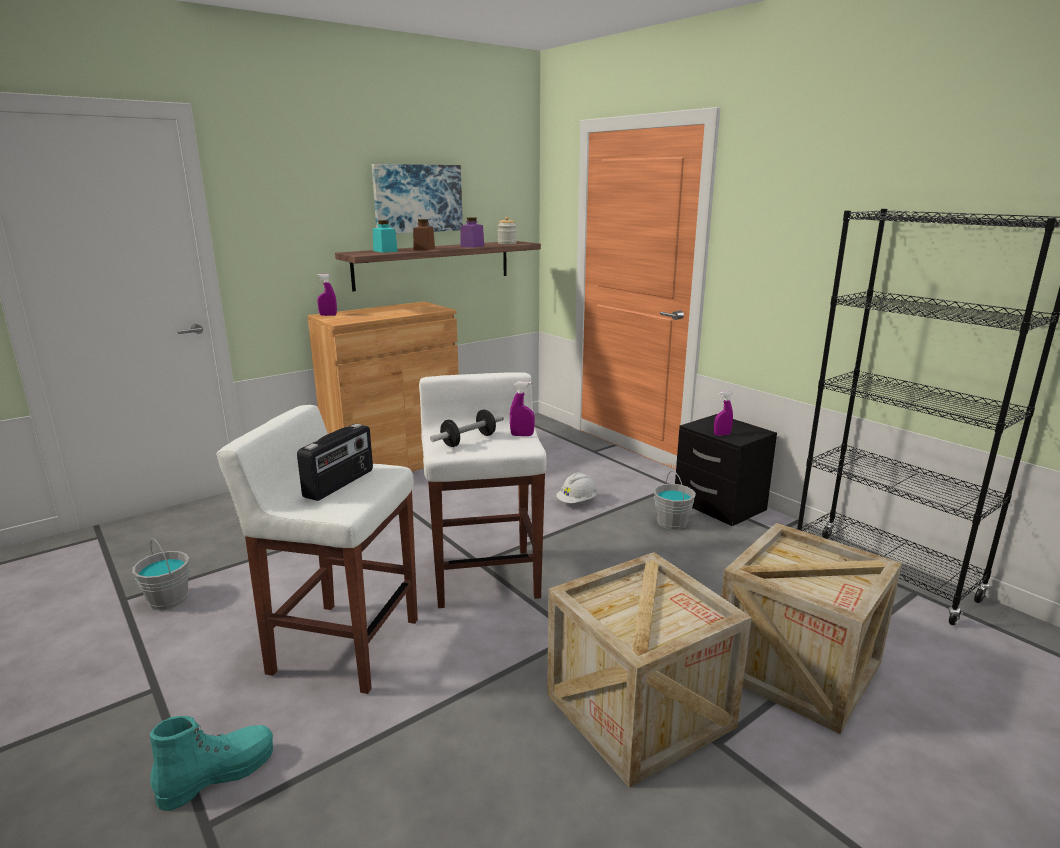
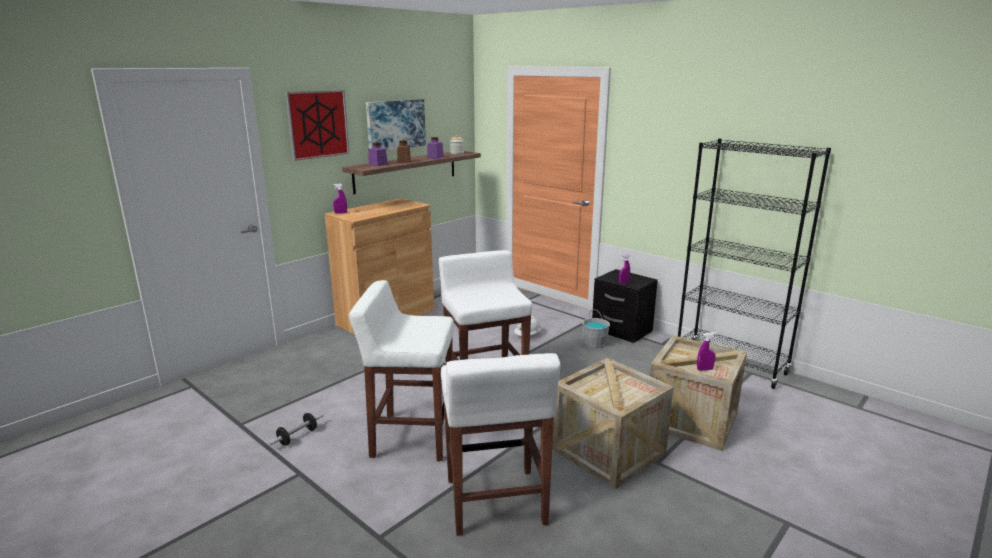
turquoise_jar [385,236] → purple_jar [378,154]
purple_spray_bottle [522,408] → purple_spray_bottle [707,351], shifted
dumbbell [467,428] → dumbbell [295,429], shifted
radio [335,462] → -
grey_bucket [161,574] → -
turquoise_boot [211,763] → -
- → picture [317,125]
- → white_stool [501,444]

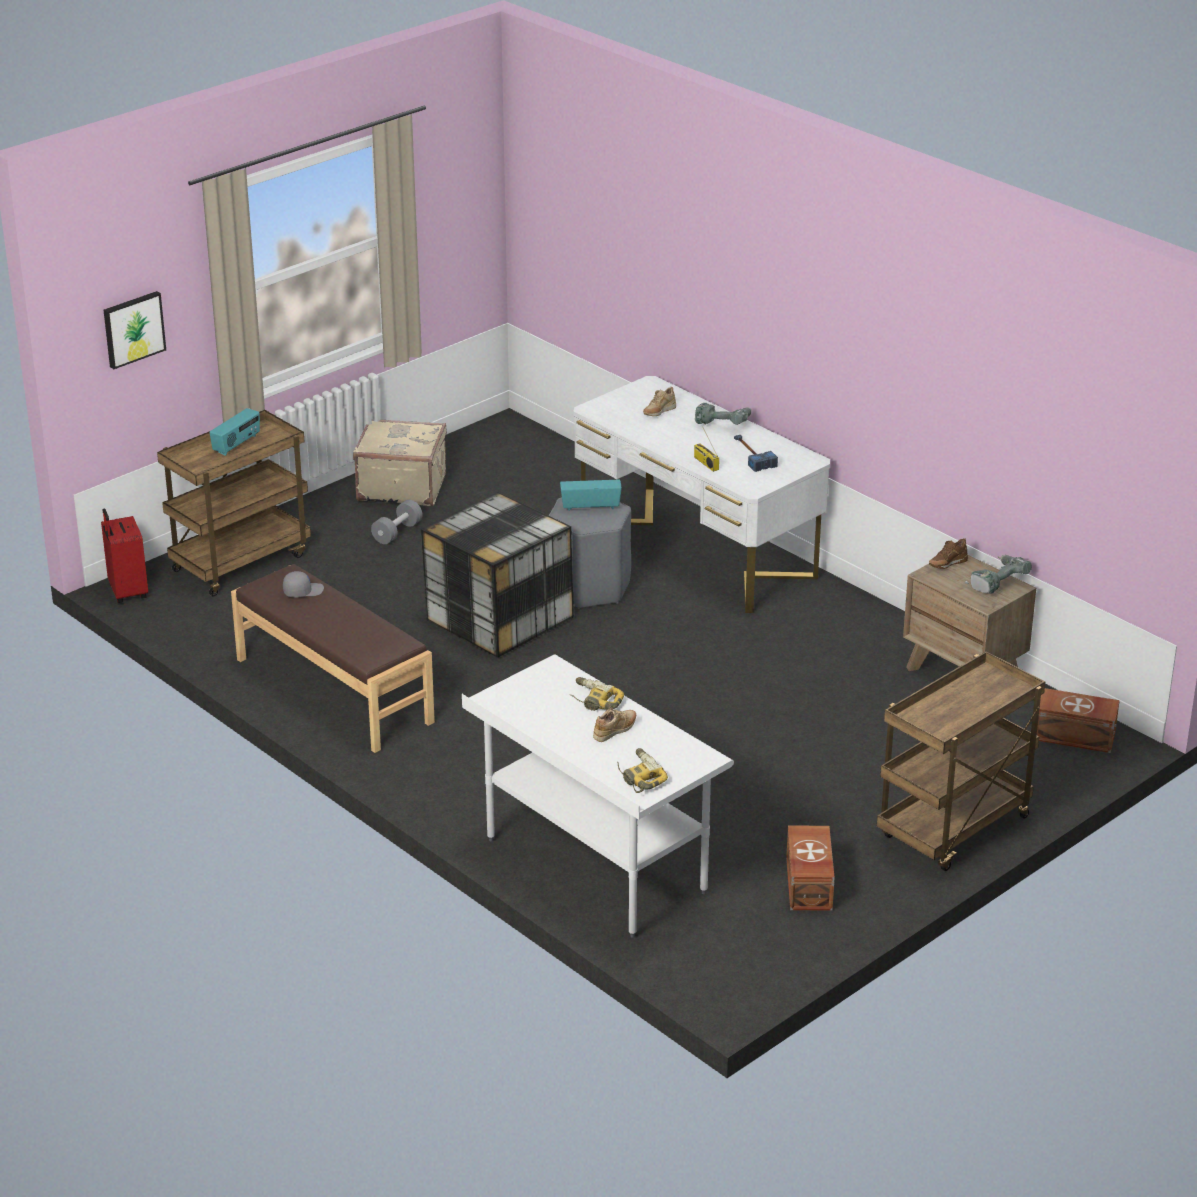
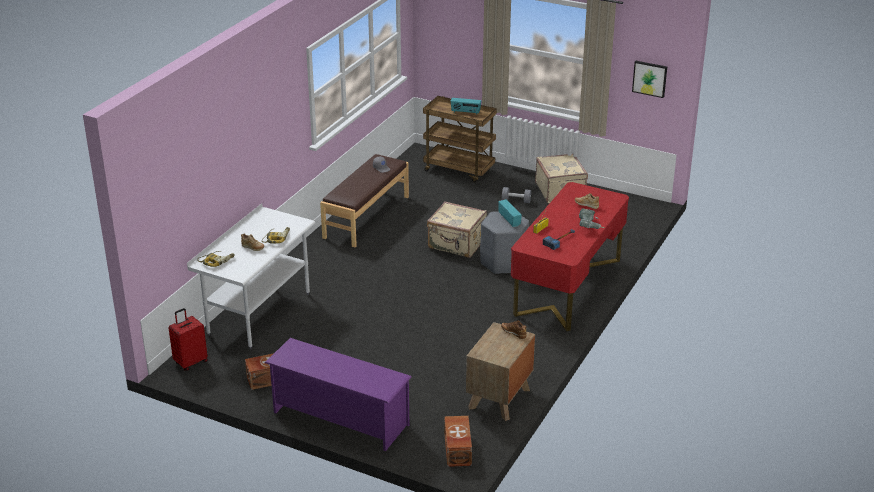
picture [135,330] → picture [649,79], shifted
white_desk [701,494] → red_desk [570,256]
storage_box [497,575] → beige_suitcase [457,229]
red_suitcase [124,556] → red_suitcase [188,339], shifted
power_drill [998,574] → -
brown_cart [961,761] → purple_shoe_rack [338,394]

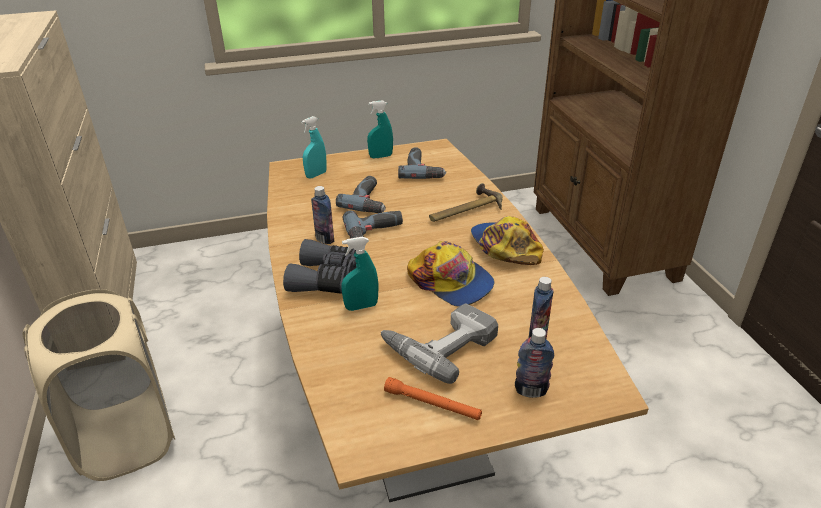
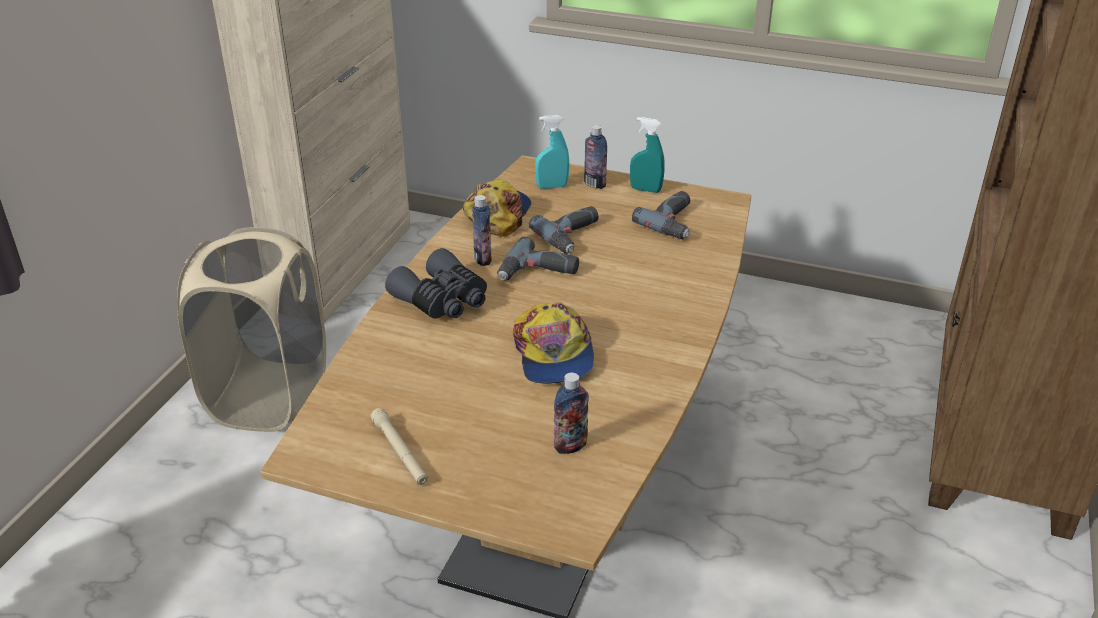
hammer [465,202] → -
cap [507,240] → cap [497,208], shifted
turquoise_spray_bottle [359,274] → -
power_drill [439,344] → -
bottle [534,363] → bottle [595,157], shifted
orange_flashlight [433,398] → beige_flashlight [399,446]

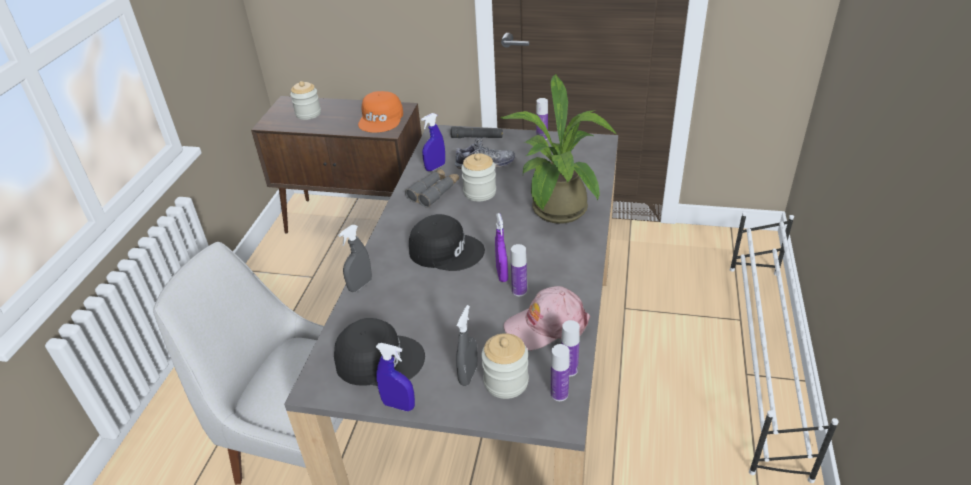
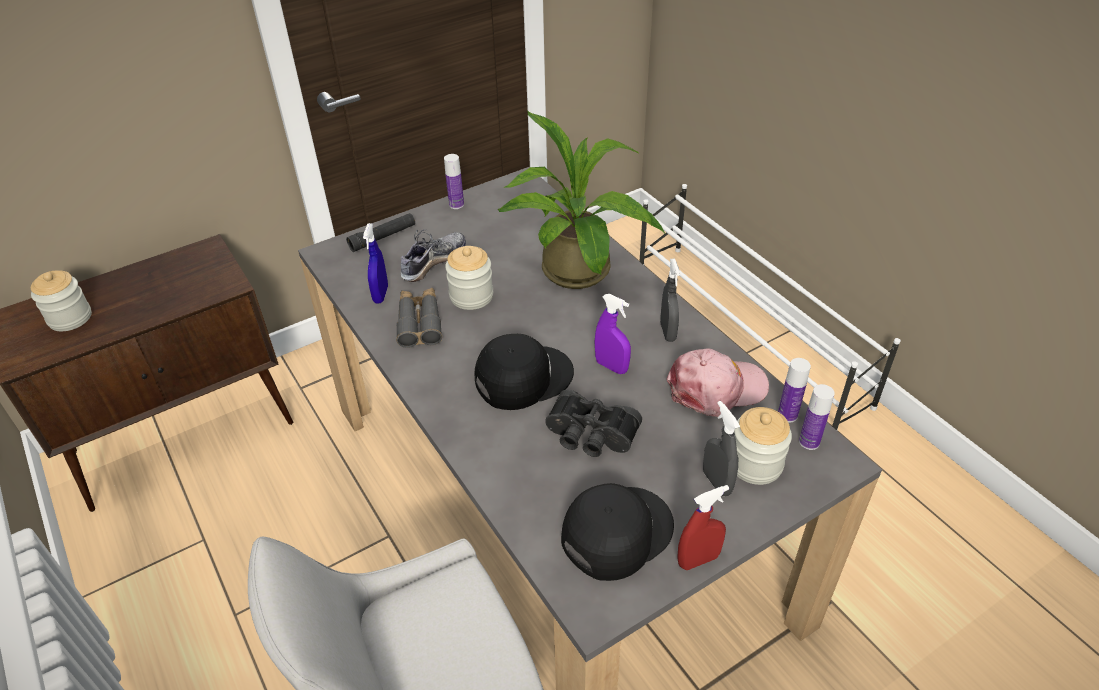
orange_cap [380,112] → -
grey_spray_bottle [355,258] → grey_spray_bottle [670,300], shifted
bottle [519,270] → -
pink_cap [547,318] → pink_cap [717,382], 135 degrees counterclockwise
blue_spray_bottle [395,377] → red_spray_bottle [703,527]
- → black_binoculars [593,423]

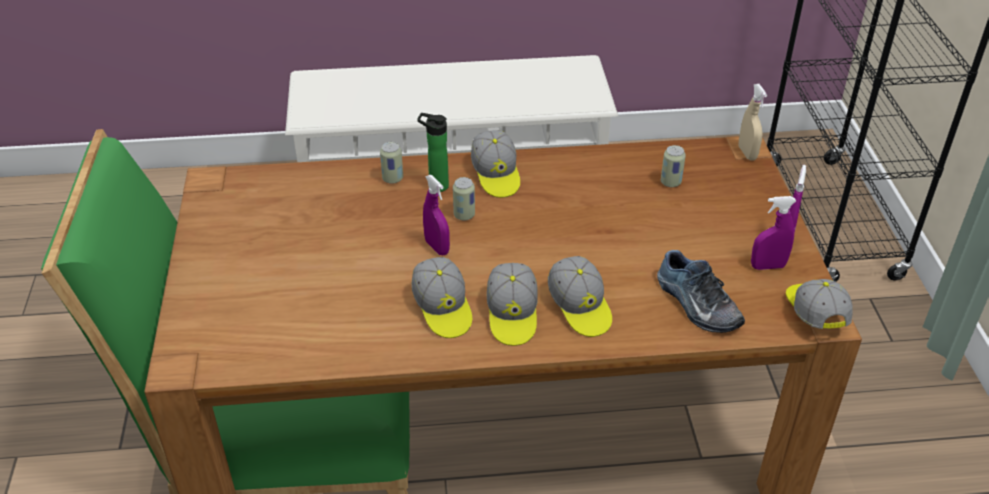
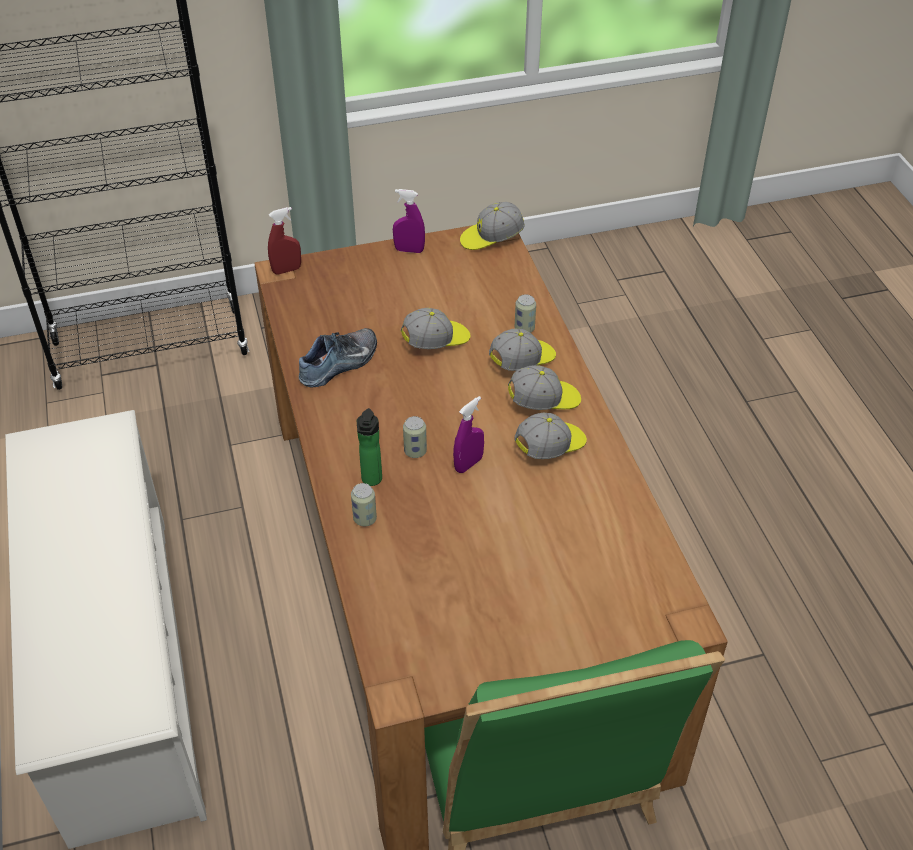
beige_spray_bottle [752,122] → red_spray_bottle [284,241]
cap [495,164] → cap [436,328], shifted
can [673,166] → can [525,313], shifted
purple_spray_bottle [773,233] → -
shoe [701,291] → shoe [338,358], shifted

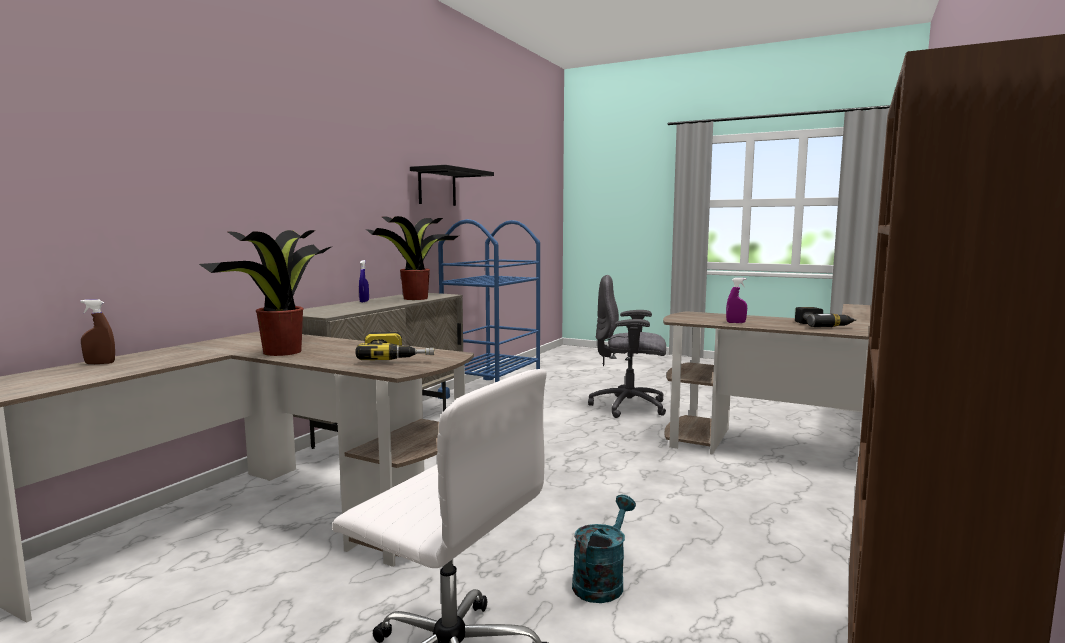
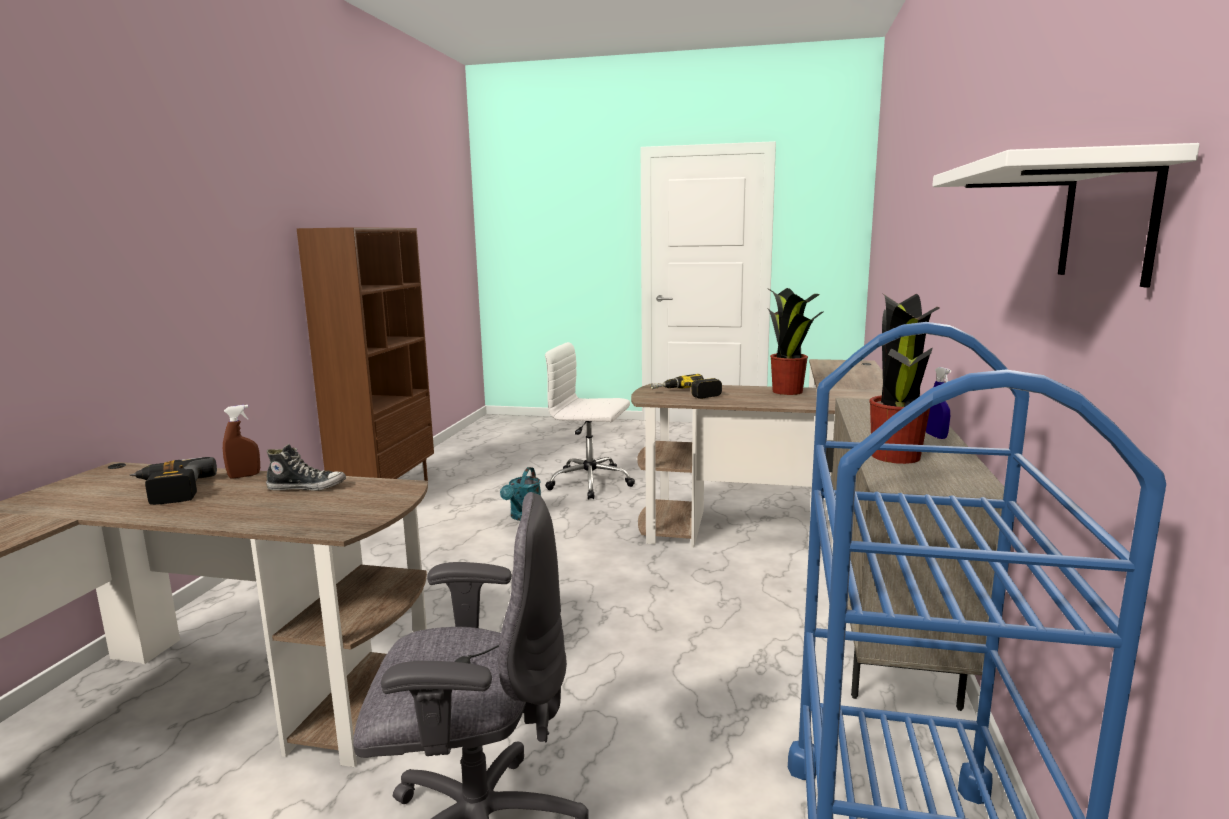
black_shelf [452,185] → white_shelf [1066,215]
purple_spray_bottle [736,300] → shoe [306,467]
brown_spray_bottle [97,332] → brown_spray_bottle [241,442], shifted

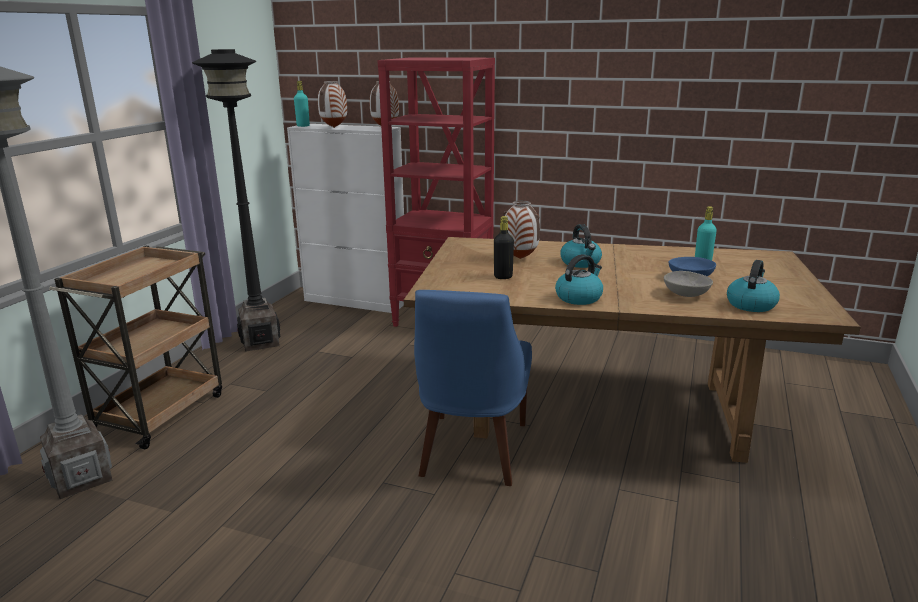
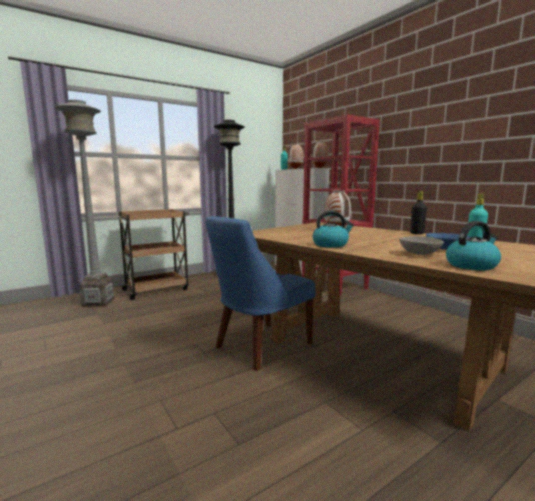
black_bottle [504,247] → black_bottle [418,212], shifted
kettle [581,246] → -

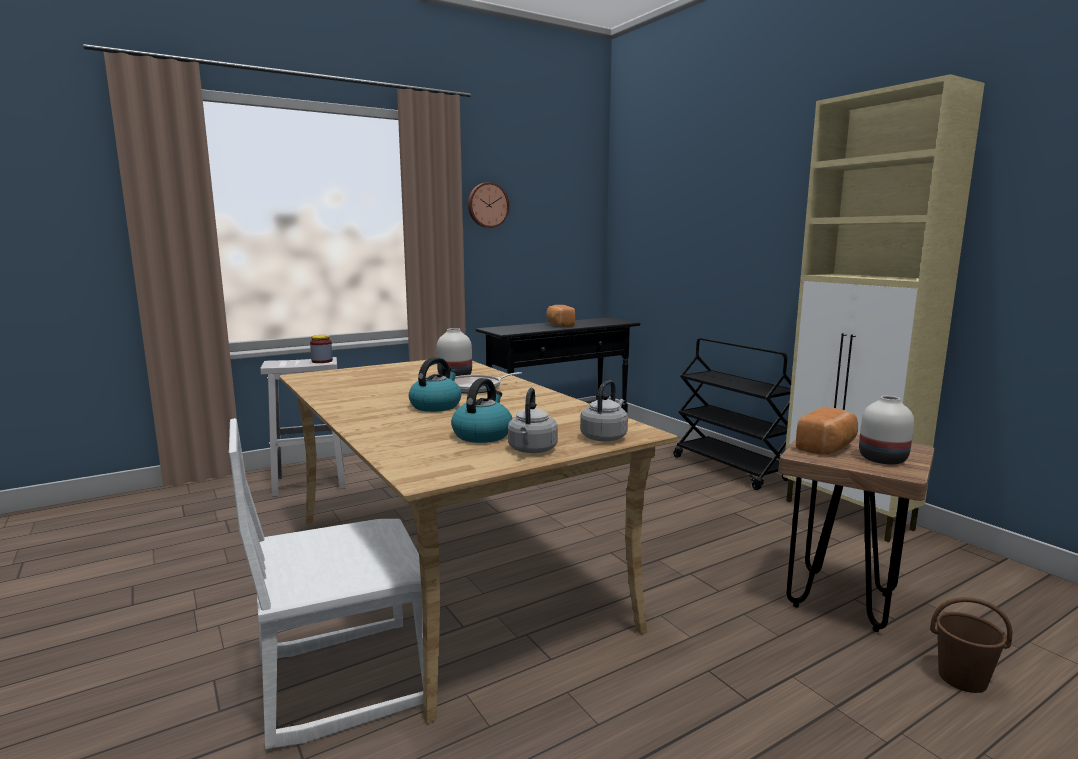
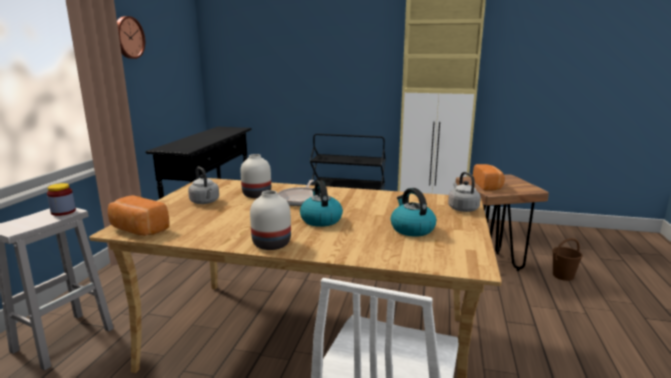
bread [561,316] → bread [138,215], shifted
grey_kettle [533,420] → grey_kettle [203,185], shifted
white_vase [886,430] → white_vase [270,220], shifted

